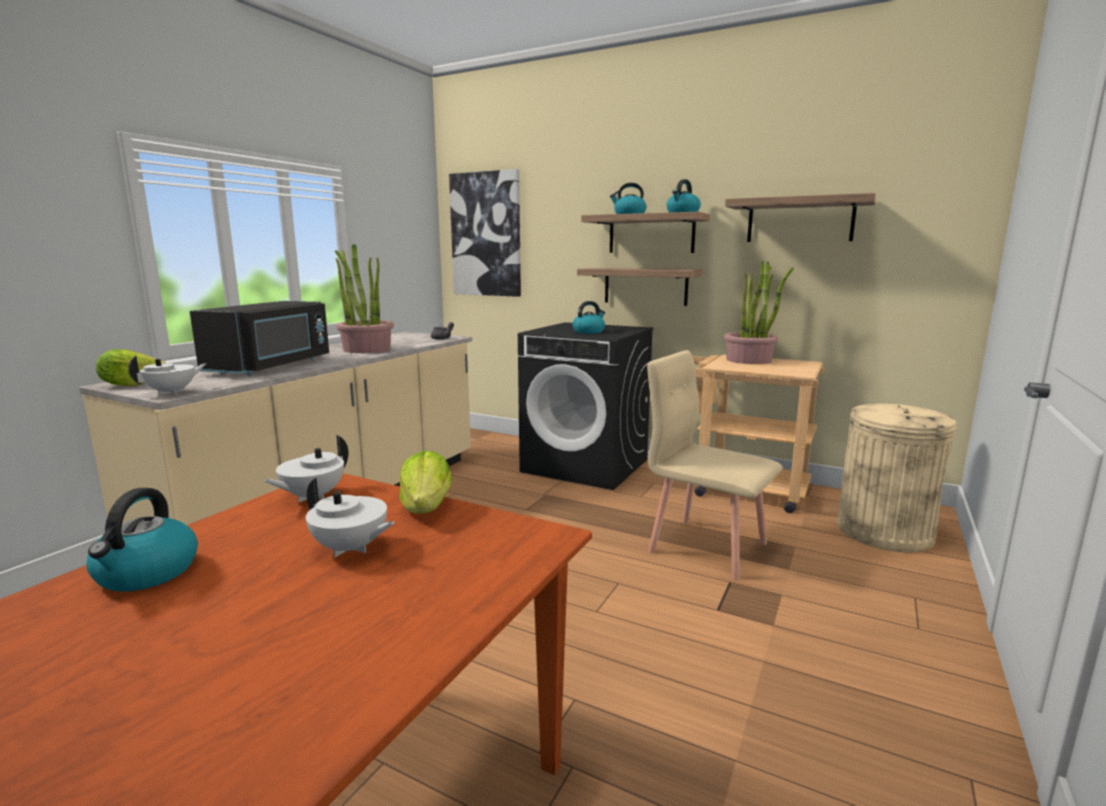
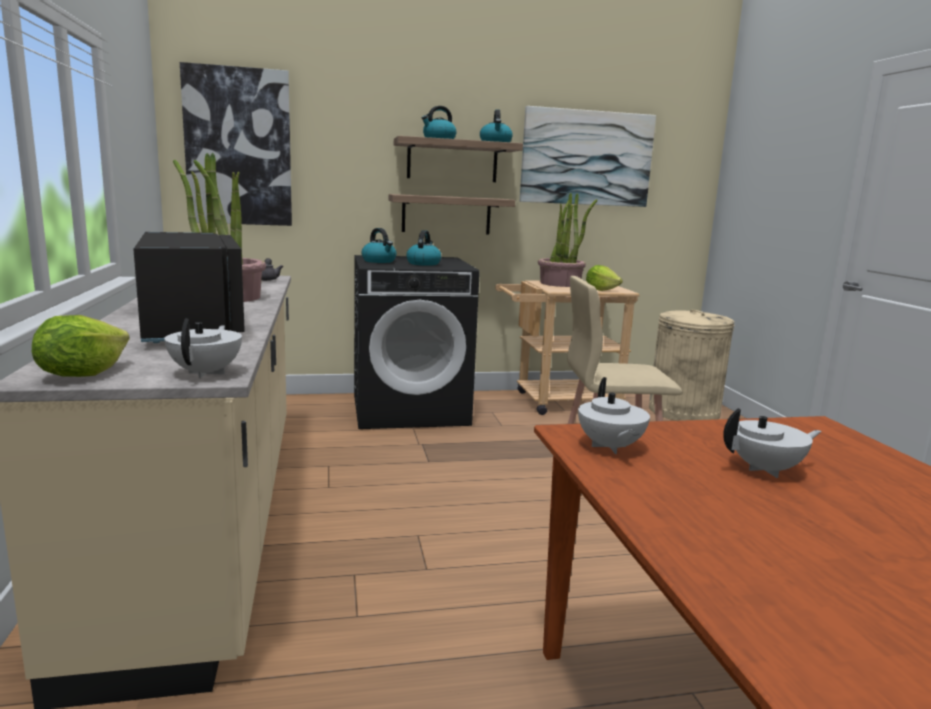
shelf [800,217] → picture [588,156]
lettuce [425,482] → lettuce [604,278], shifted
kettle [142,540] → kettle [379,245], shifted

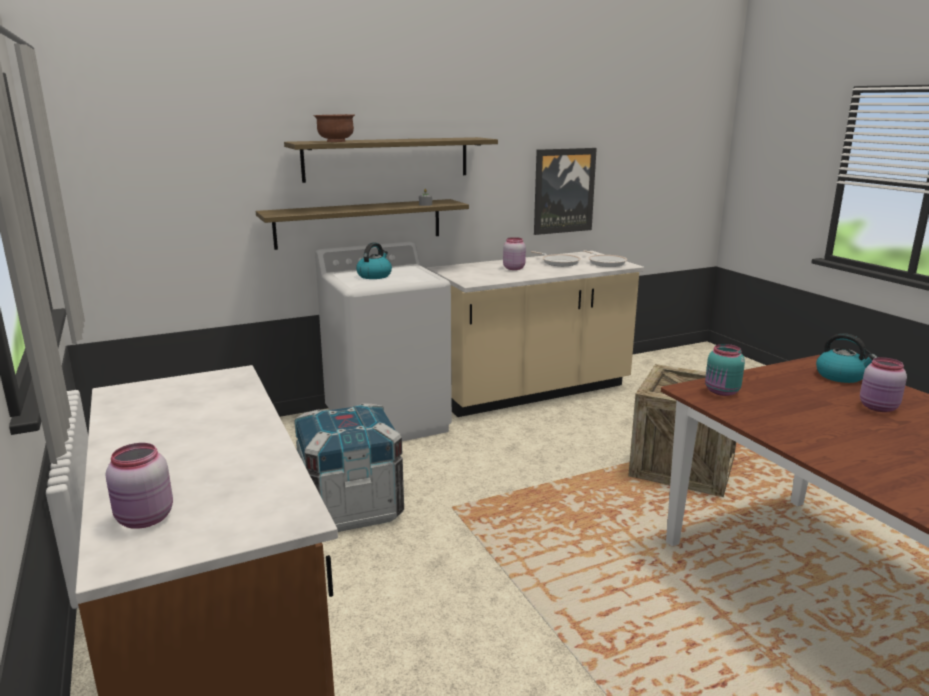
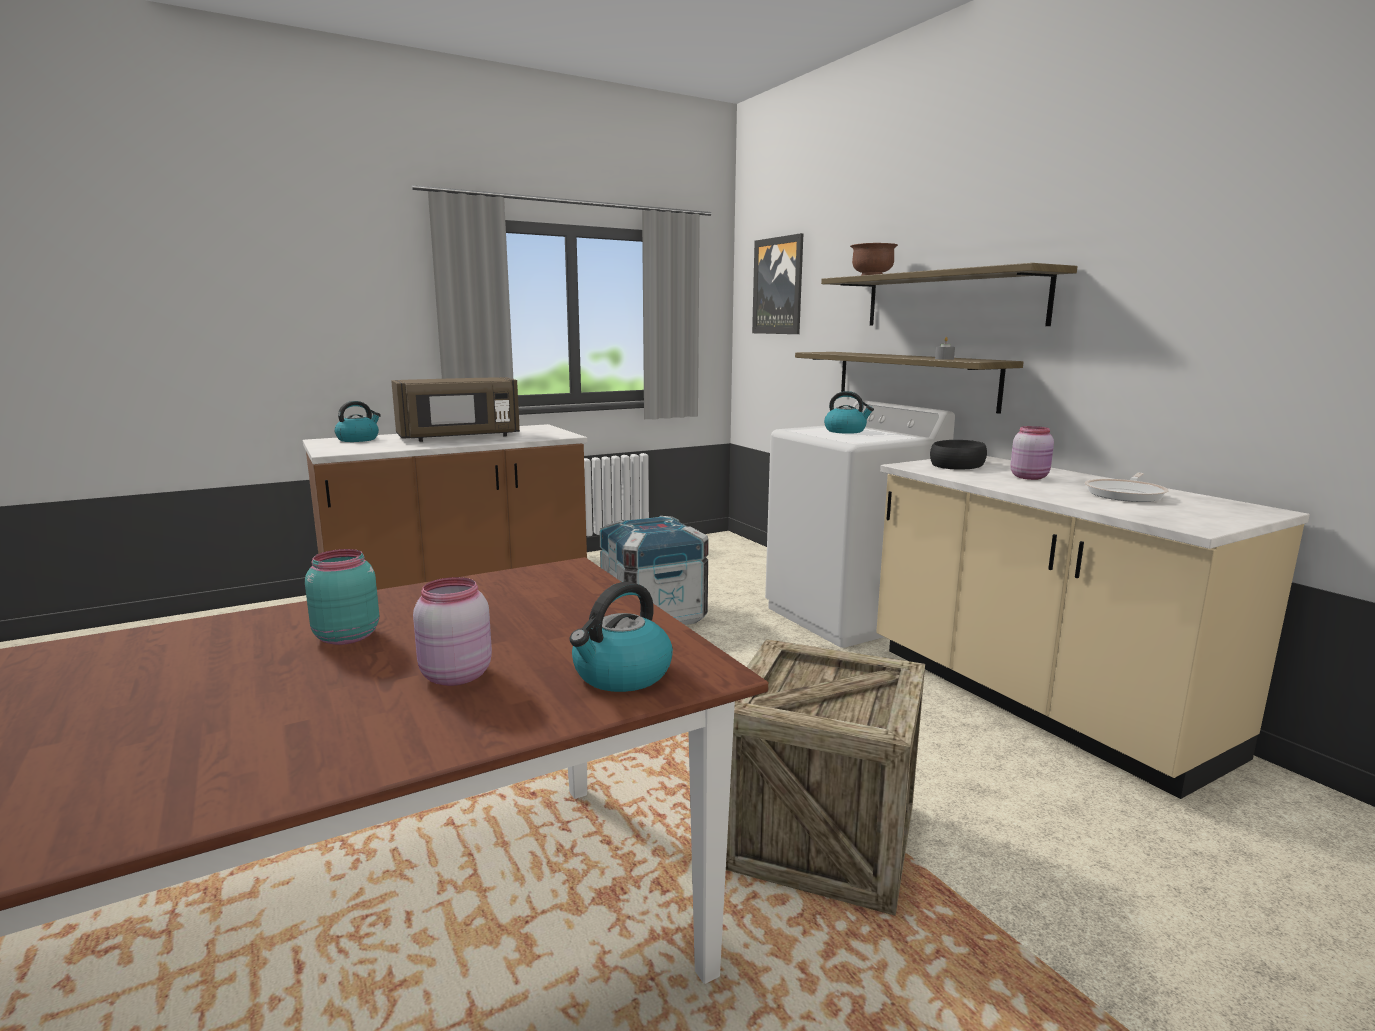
picture [565,191] → picture [777,283], shifted
frying_pan [605,258] → -
turquoise_jar [725,370] → turquoise_jar [342,597], shifted
pink_jar [139,486] → kettle [357,421]
- → brown_microwave [455,409]
- → black_bowl [958,455]

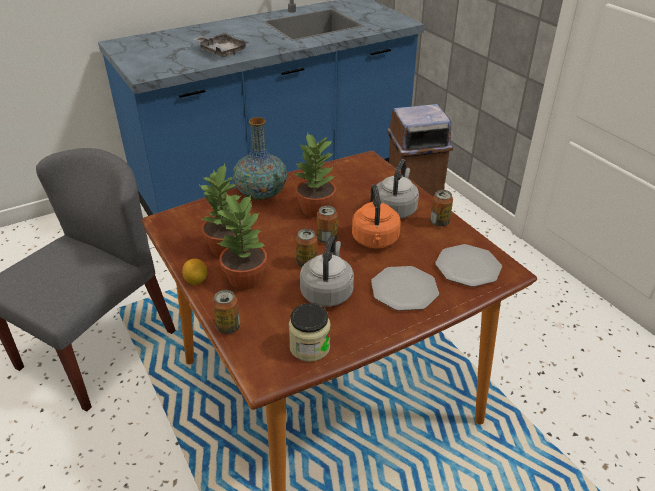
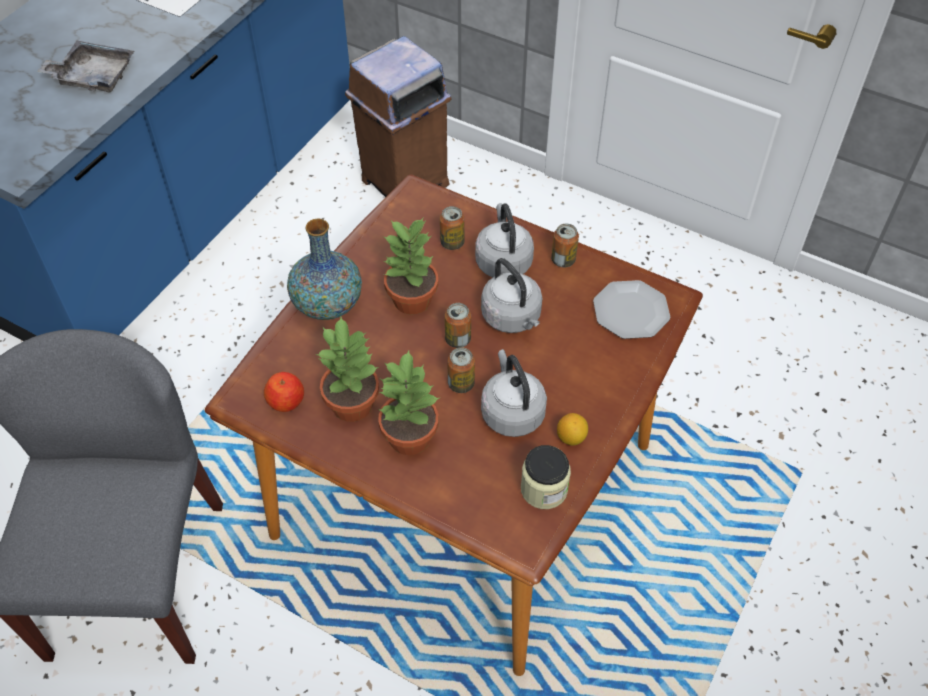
orange_kettle [376,216] → grey_kettle [511,295]
lemon [194,272] → lemon [572,429], shifted
plate [405,288] → -
can [226,312] → can [452,228], shifted
- → apple [284,392]

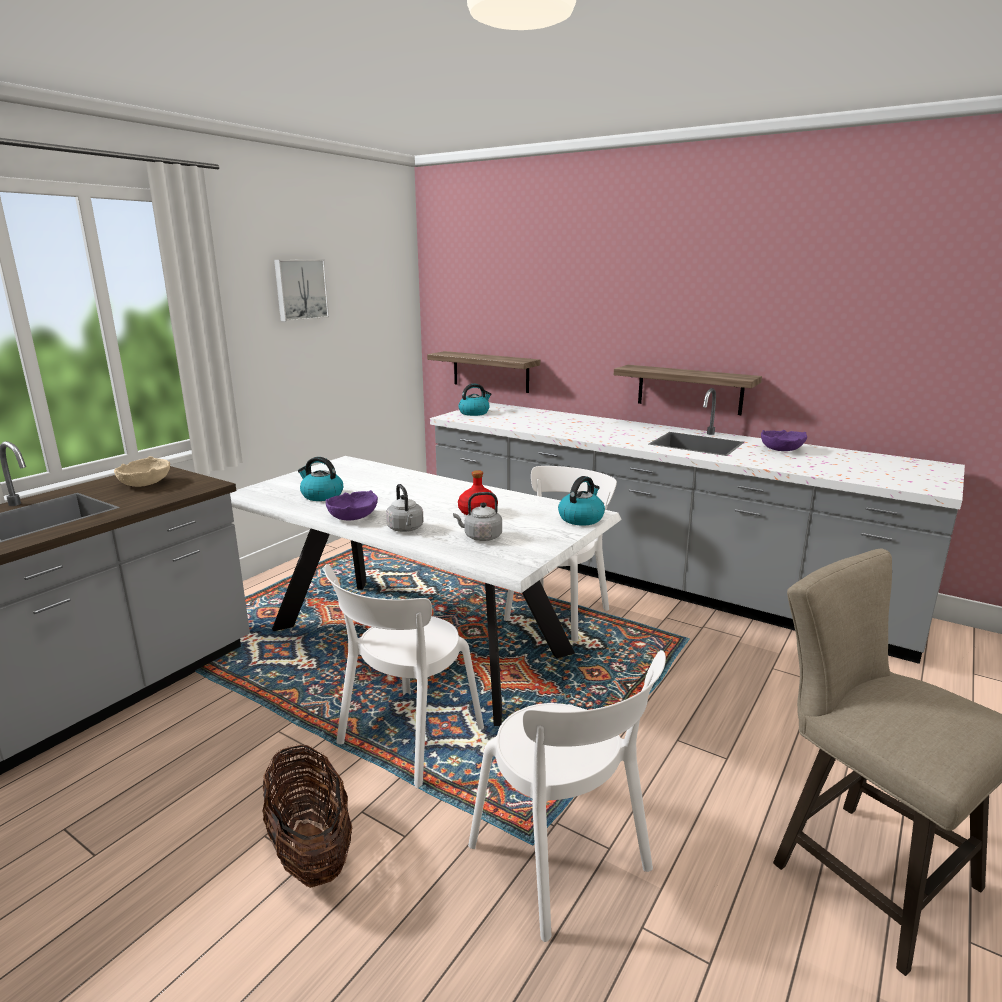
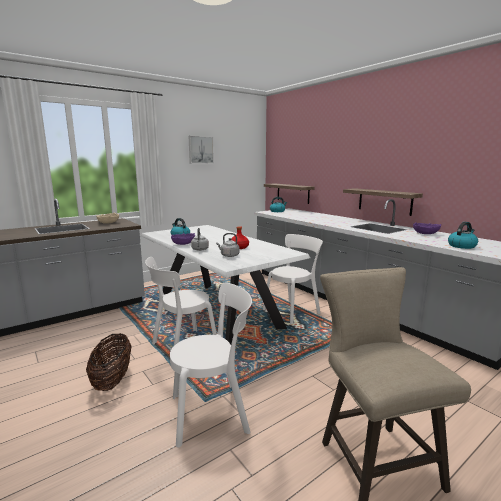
kettle [581,500] → kettle [463,235], shifted
white_chair [567,796] → white_chair [211,365], 90 degrees counterclockwise

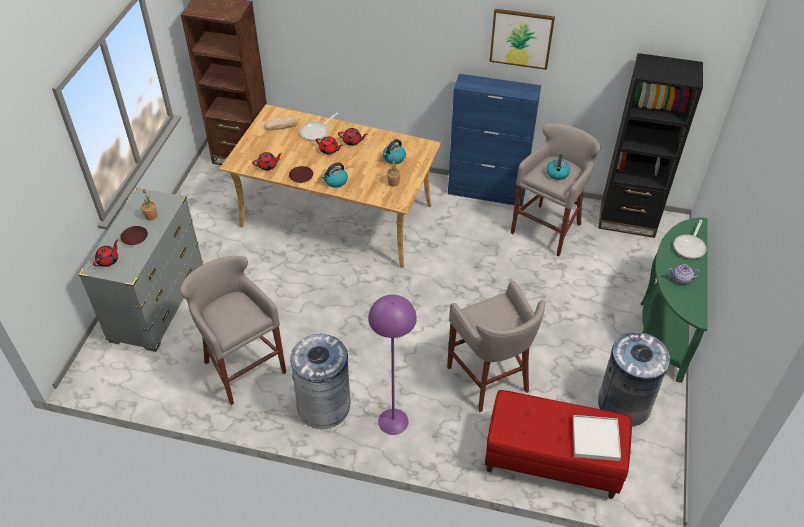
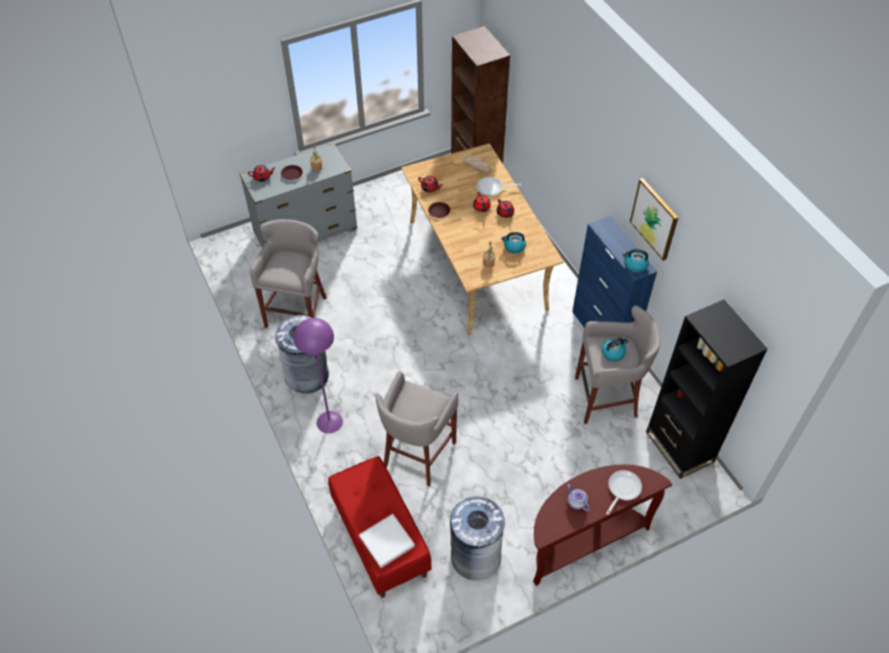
kettle [335,175] → kettle [635,261], shifted
green_console_table [673,300] → brown_console_table [602,525]
frying_pan [690,239] → frying_pan [624,492], 135 degrees clockwise

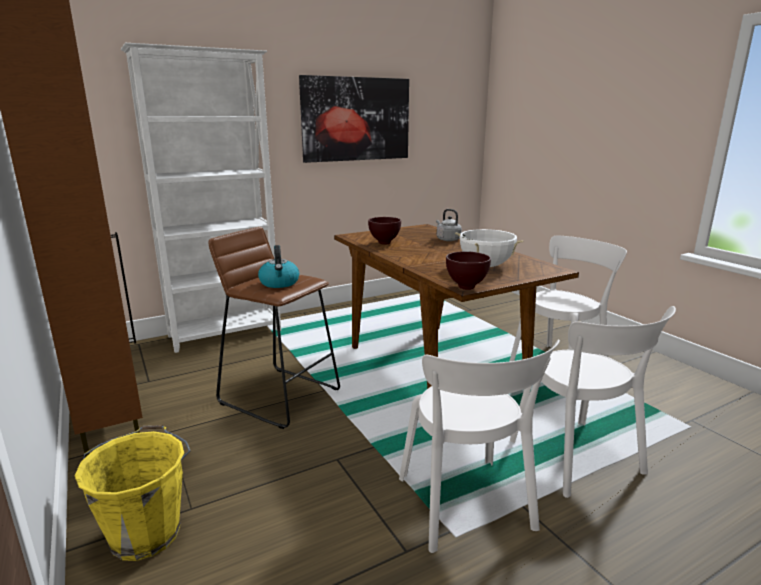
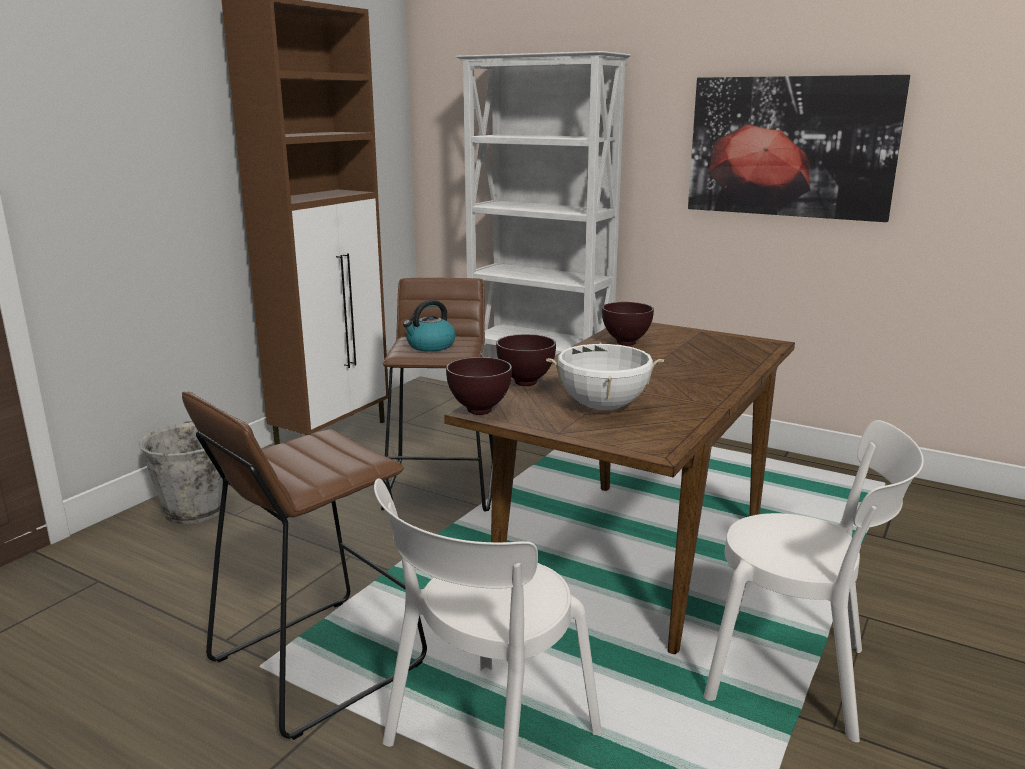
grey_kettle [449,225] → -
white_chair [479,446] → brown_stool [304,565]
yellow_bucket [133,493] → grey_bucket [181,472]
- → brown_bowl [526,360]

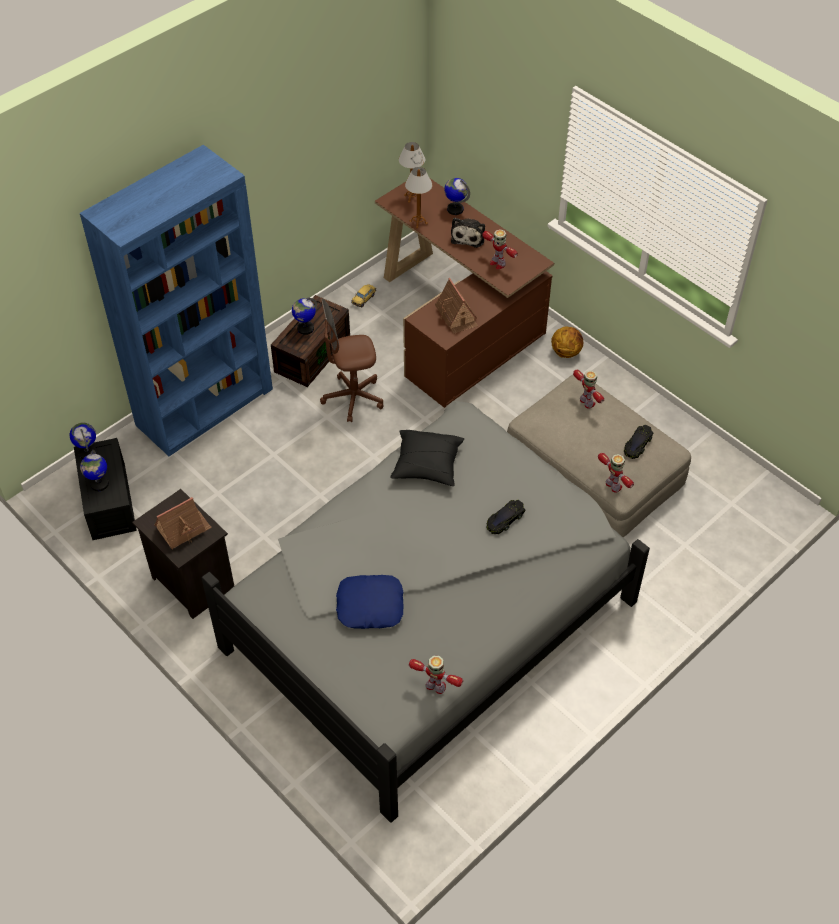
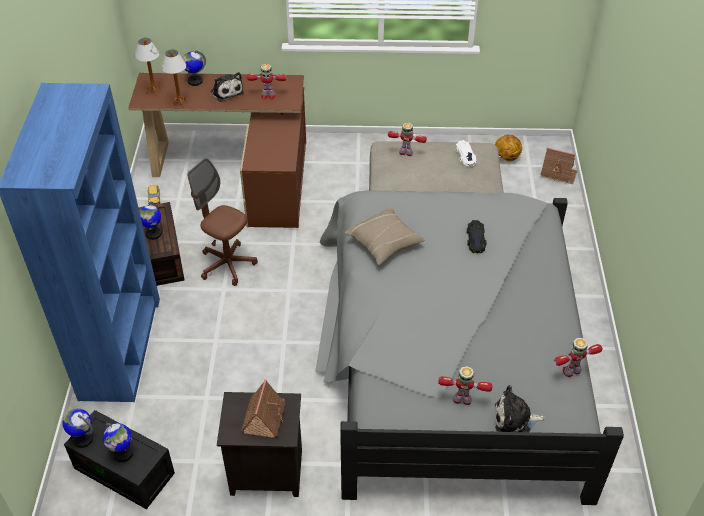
toy_house [456,306] → toy_house [559,166], shifted
brown_office_chair [351,360] → brown_office_chair [222,222], 90 degrees clockwise
basketball [567,342] → basketball [508,148], shifted
black_toy_car [638,442] → white_toy_car [466,153]
black_pillow [427,458] → beige_pillow [384,236]
toy_robot [616,472] → toy_robot [465,385], shifted
blue_pillow [369,602] → -
- → plush_toy [520,408]

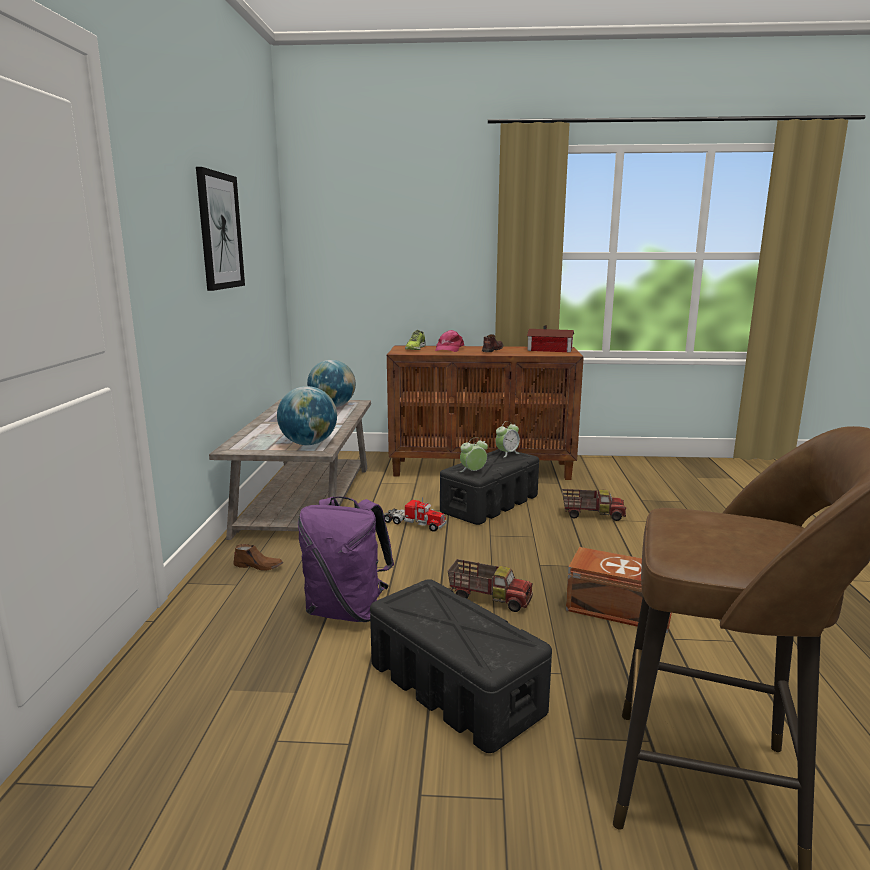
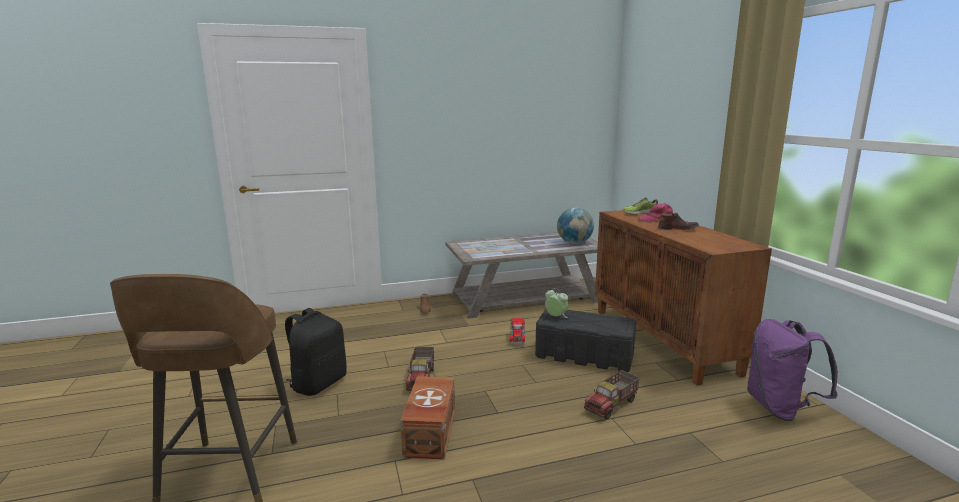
picture [220,229] → -
toy_house [550,339] → -
globe [307,415] → -
alarm_clock [508,439] → -
toy_truck [594,505] → toy_truck [612,394], 60 degrees clockwise
purple_backpack [346,559] → purple_backpack [792,370], shifted
black_storage_box [461,666] → black_backpack [316,352]

